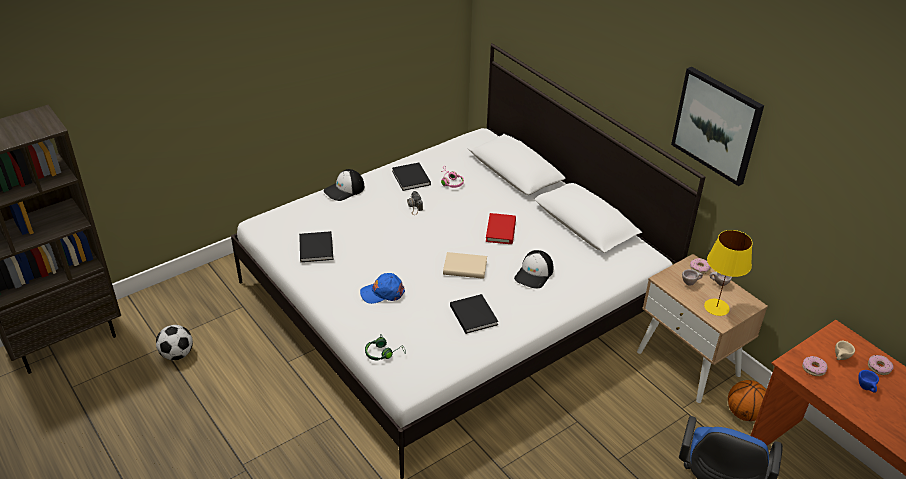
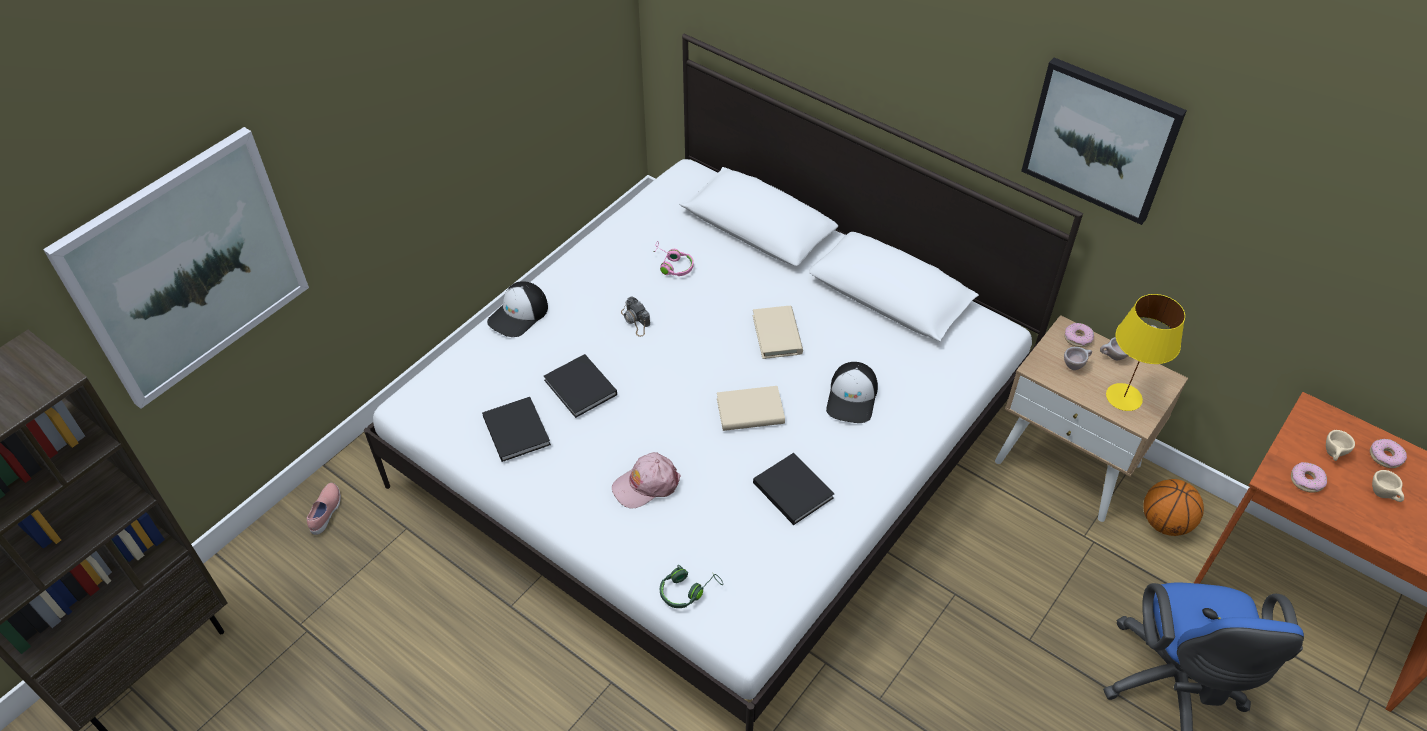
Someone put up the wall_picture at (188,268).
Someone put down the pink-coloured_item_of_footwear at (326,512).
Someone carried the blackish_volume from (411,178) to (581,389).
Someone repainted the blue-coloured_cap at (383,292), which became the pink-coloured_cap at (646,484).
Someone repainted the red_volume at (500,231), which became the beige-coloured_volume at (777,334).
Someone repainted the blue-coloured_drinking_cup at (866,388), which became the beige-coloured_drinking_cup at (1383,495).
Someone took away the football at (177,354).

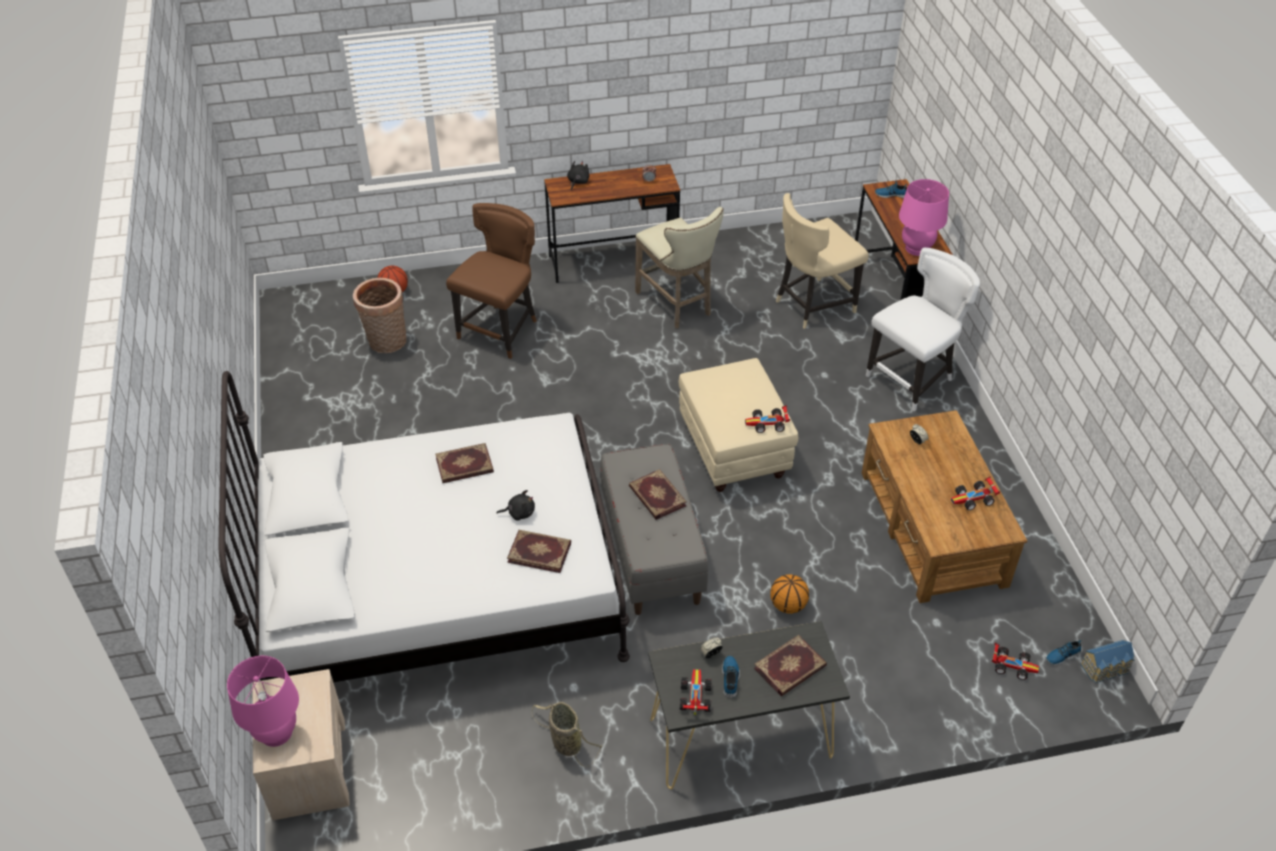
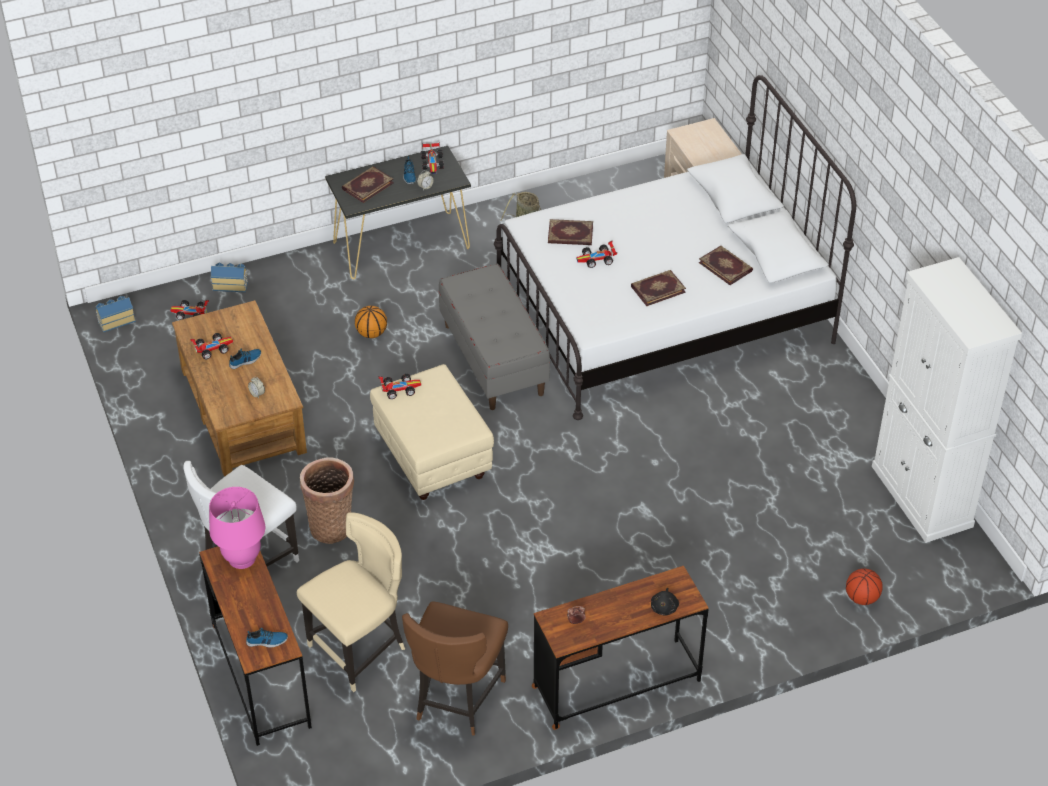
Someone put down the model_house at (230,284).
Someone carried the item_of_footwear from (1062,655) to (245,360).
Someone carried the storage_basket from (386,343) to (331,525).
Someone carried the brown-coloured_chair from (501,330) to (456,700).
Someone swapped the blackish_cuddly_toy at (519,512) for the miniature_car at (597,260).
Someone carried the volume from (656,496) to (726,266).
Someone put down the white_cupboard at (922,496).
Someone took away the pink-coloured_lamp_for_a_table at (276,732).
Someone took away the beige-coloured_stool at (677,305).

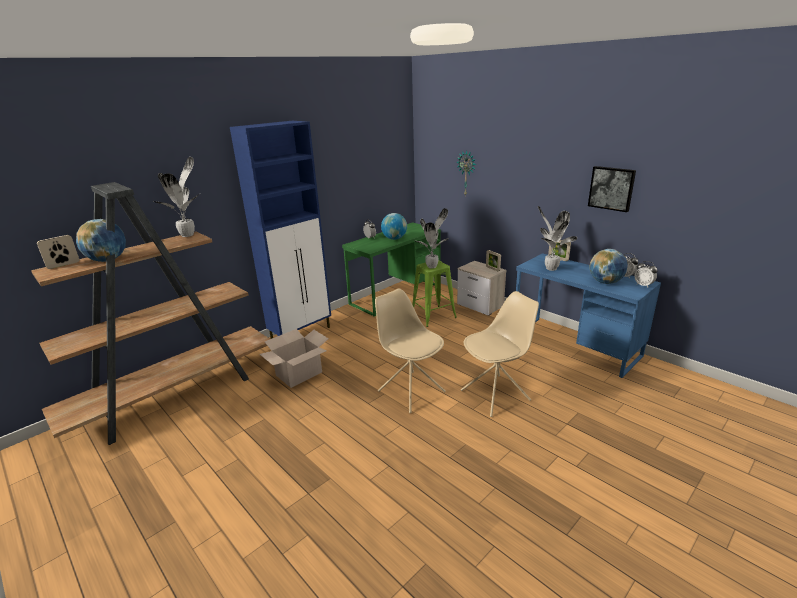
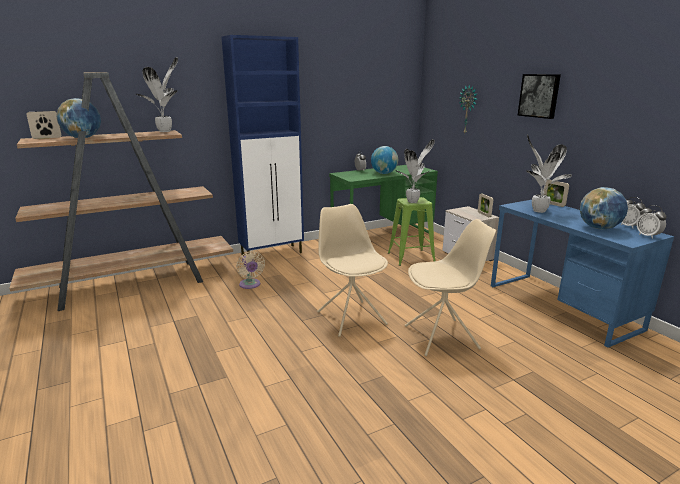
Someone swapped the cardboard_box at (299,374) for the beige-coloured_cooling_fan at (250,285).
Someone carried the wall_picture from (611,188) to (539,95).

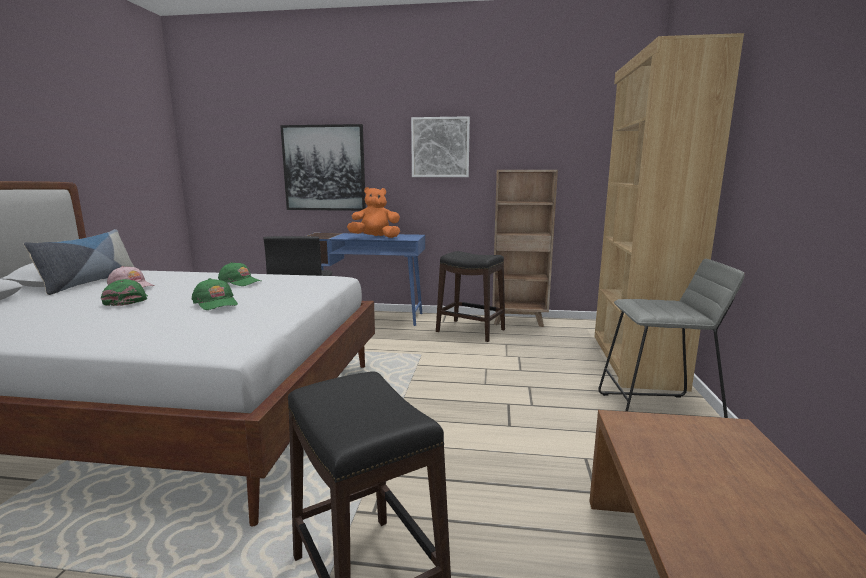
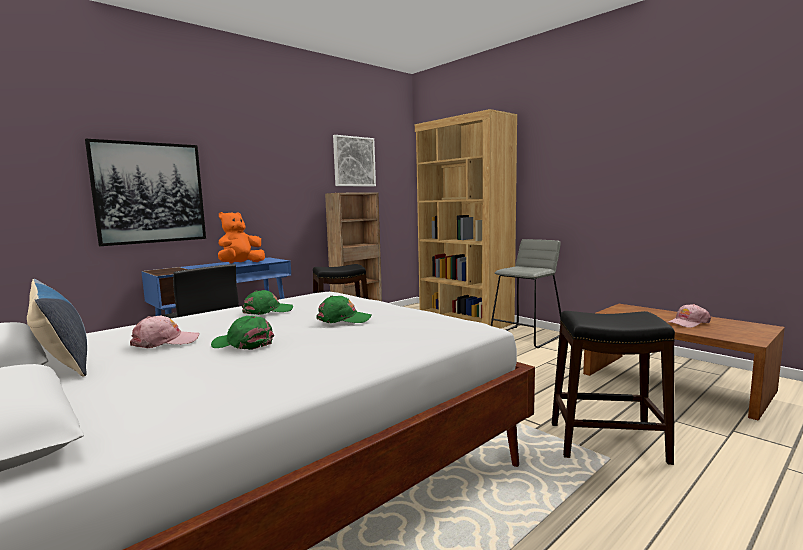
Someone carried the wall_picture from (440,147) to (354,161).
Someone put down the pink-coloured_cap at (688,323).

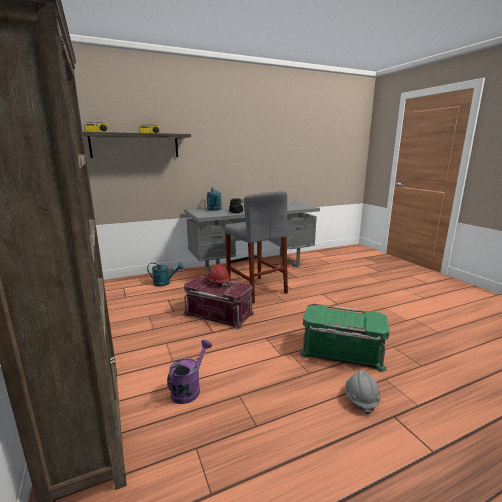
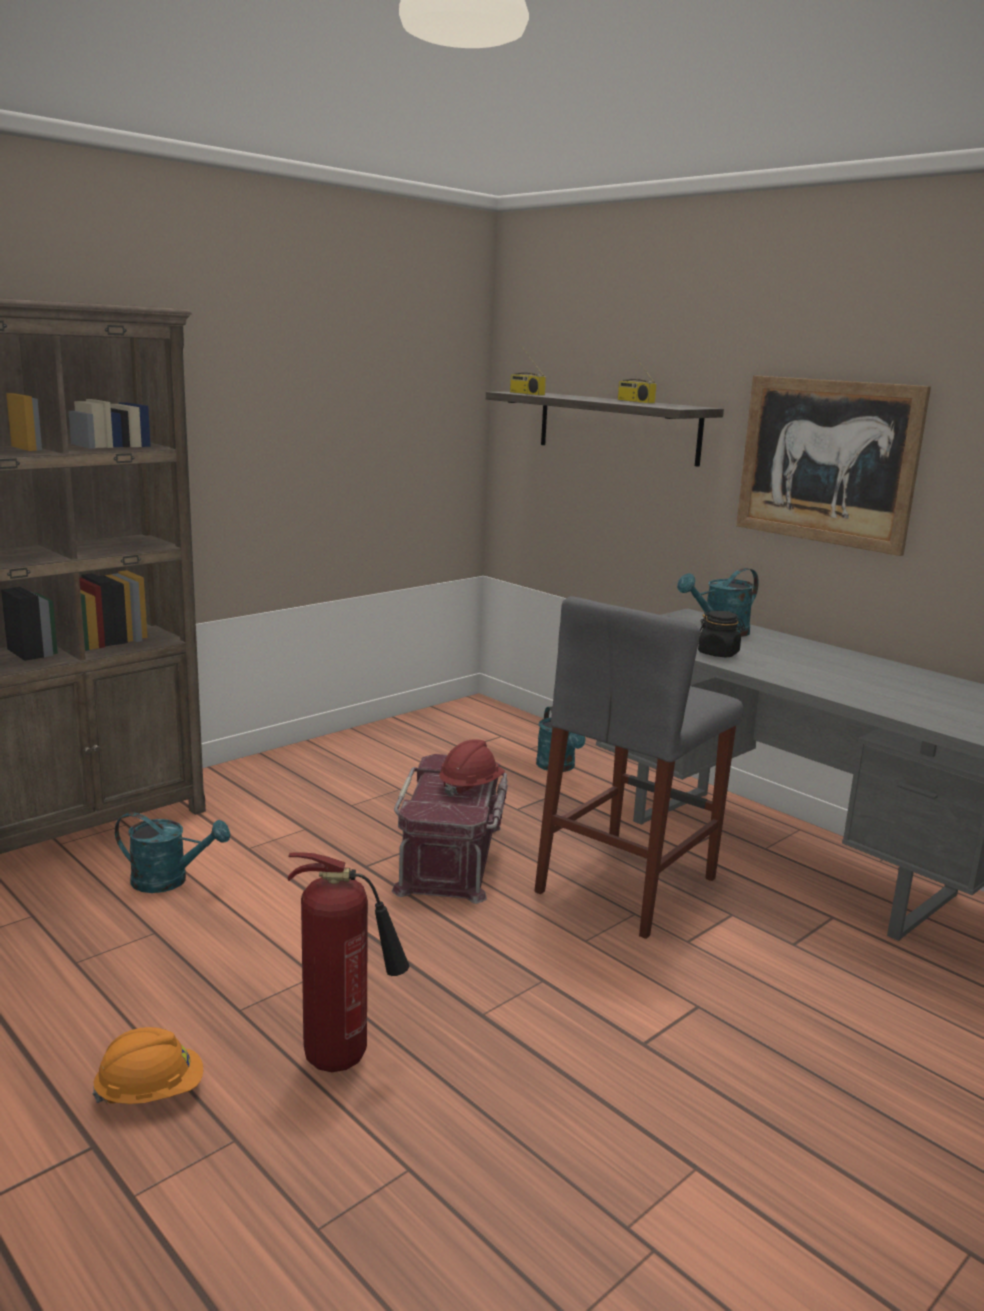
Someone repainted the greyish_work_helmet at (361,399), which became the orange-coloured_work_helmet at (151,1092).
Someone repainted the purple_watering_pot at (189,389), which became the blue-green_watering_pot at (169,881).
Someone swapped the greenish_storage_box at (341,352) for the fire_extinguisher at (344,1059).
Someone put up the wall_picture at (827,461).

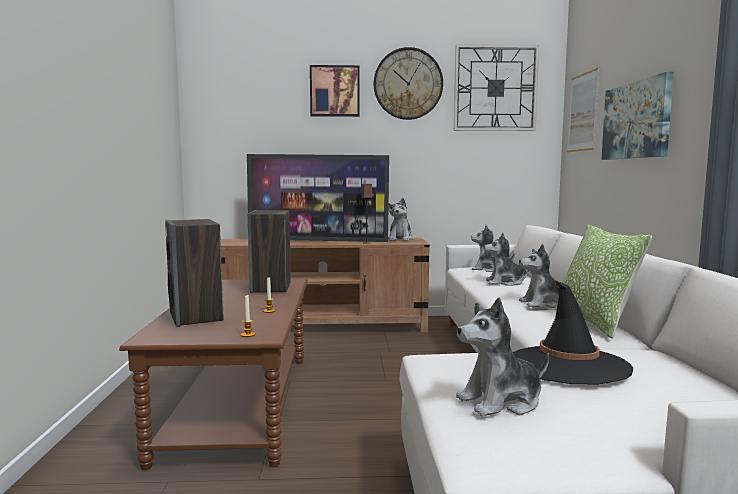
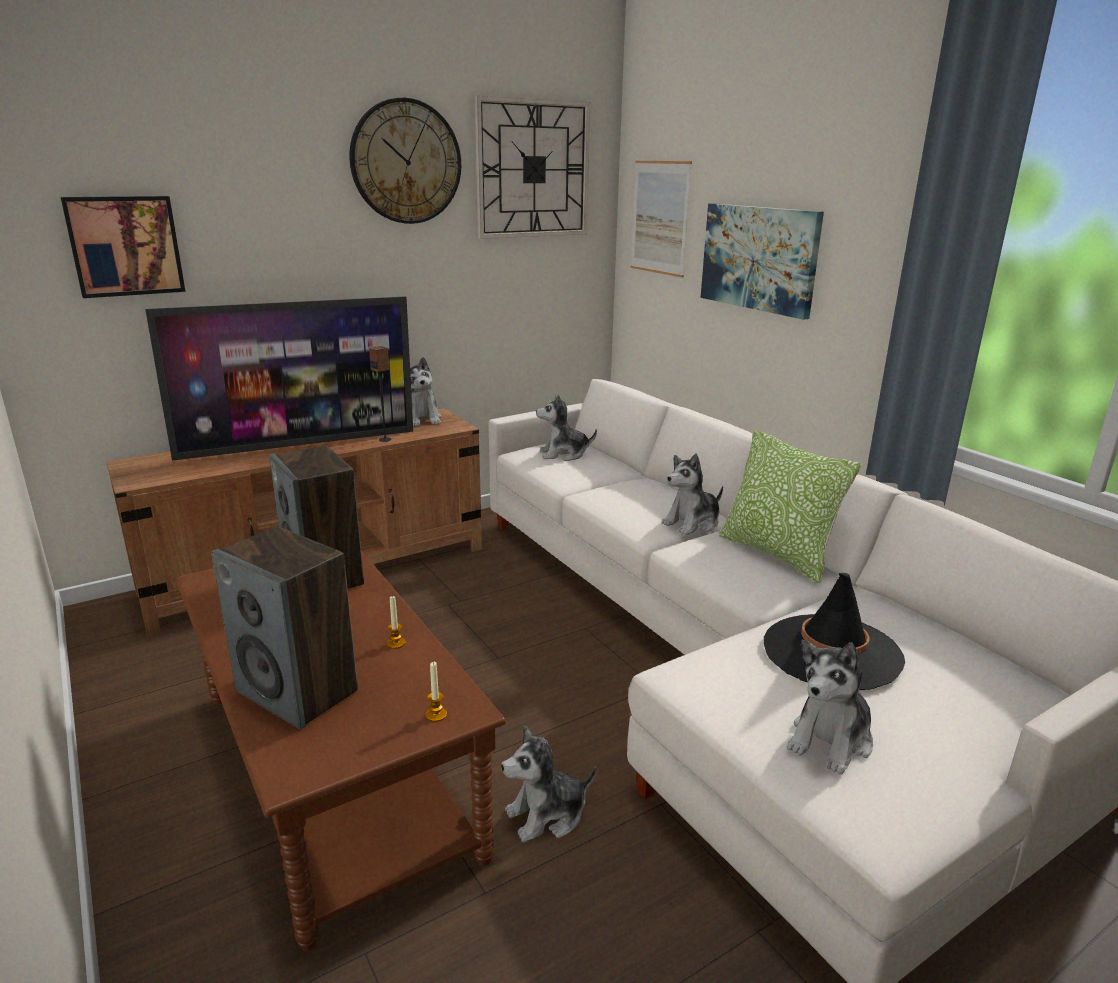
Someone carried the wall_picture from (334,91) to (125,246).
Someone carried the cuddly_toy from (505,283) to (547,815).

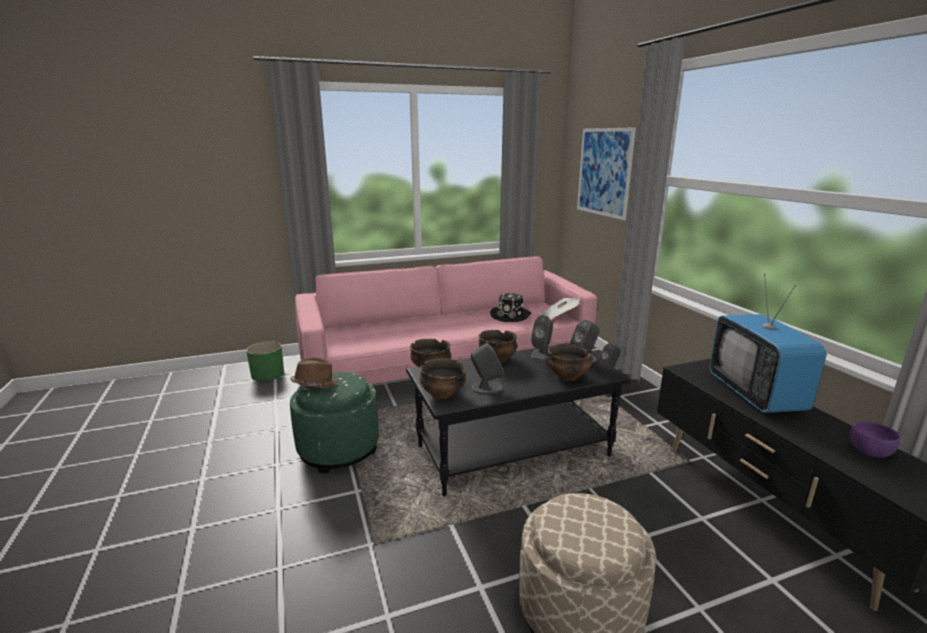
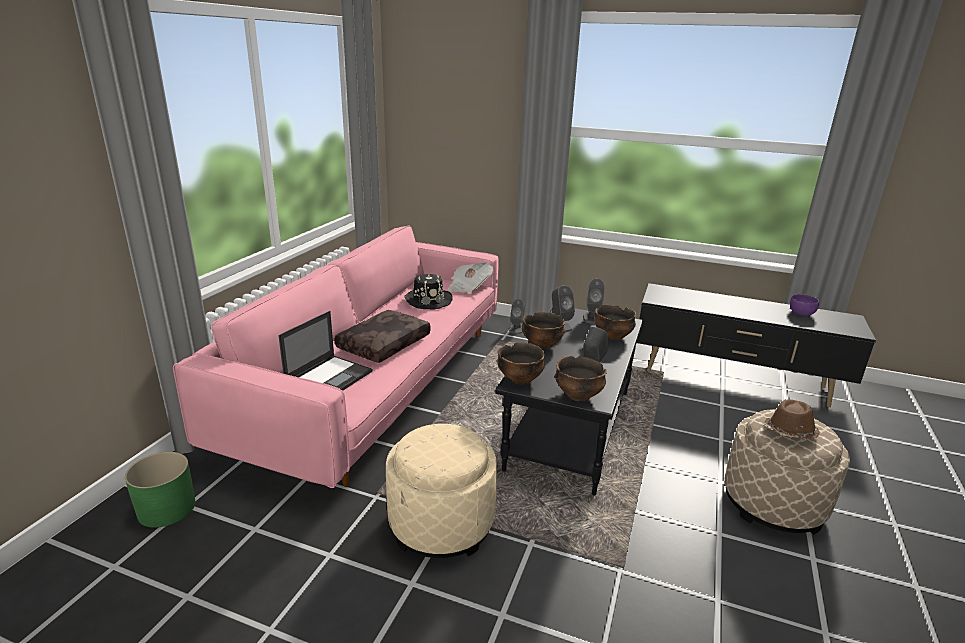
Someone put down the laptop at (329,377).
Someone put down the brown-coloured_pillow at (383,344).
Someone repainted the greenish_footrest at (338,449), which became the beige-coloured_footrest at (441,524).
Someone carried the brown-coloured_hat from (315,384) to (789,432).
Someone took away the wall_picture at (604,172).
Someone took away the TV_set at (755,394).

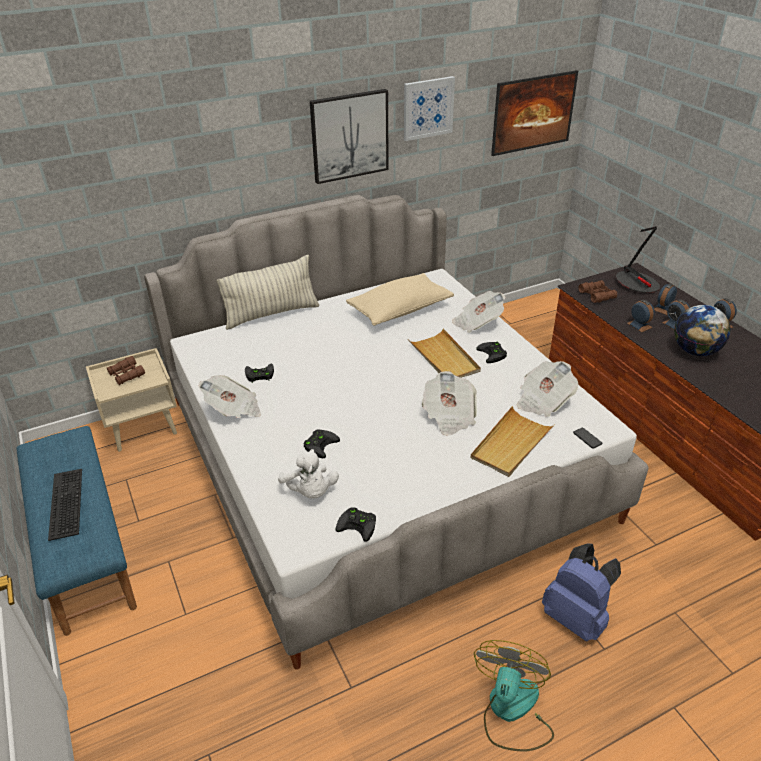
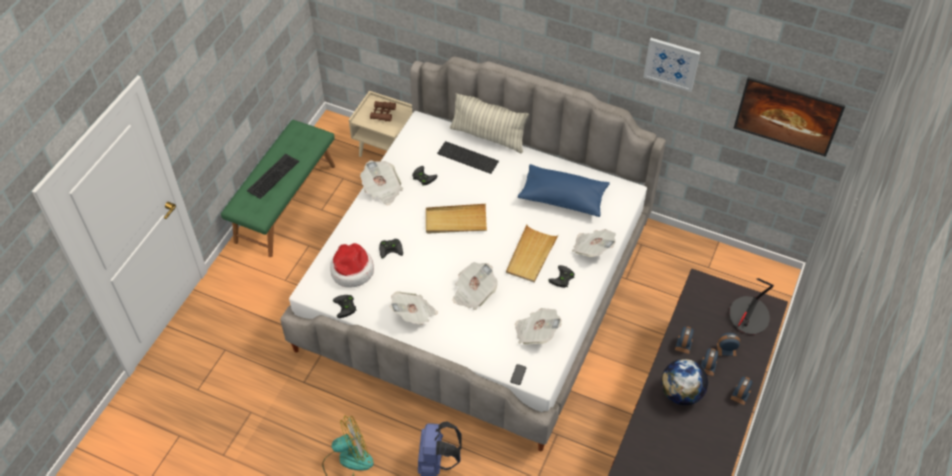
Someone repainted the blue-coloured_bench at (84,547), which became the greenish_bench at (285,203).
Someone swapped the white_cuddly_toy at (310,492) for the hat at (351,270).
Someone put down the newspaper at (414,314).
Someone carried the beige-coloured_serving_tray from (511,444) to (455,221).
Someone put down the keyboard at (469,157).
Someone repainted the beige-coloured_pillow at (400,310), which became the blue-coloured_pillow at (563,198).
Someone took away the wall_picture at (349,136).
Someone took away the brown-coloured_binoculars at (597,295).

